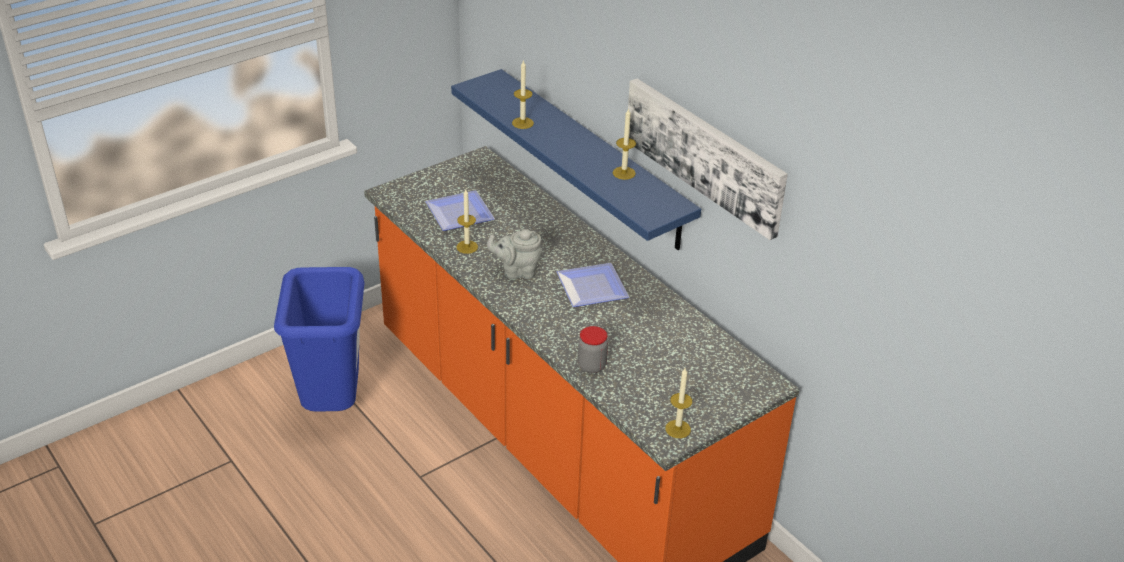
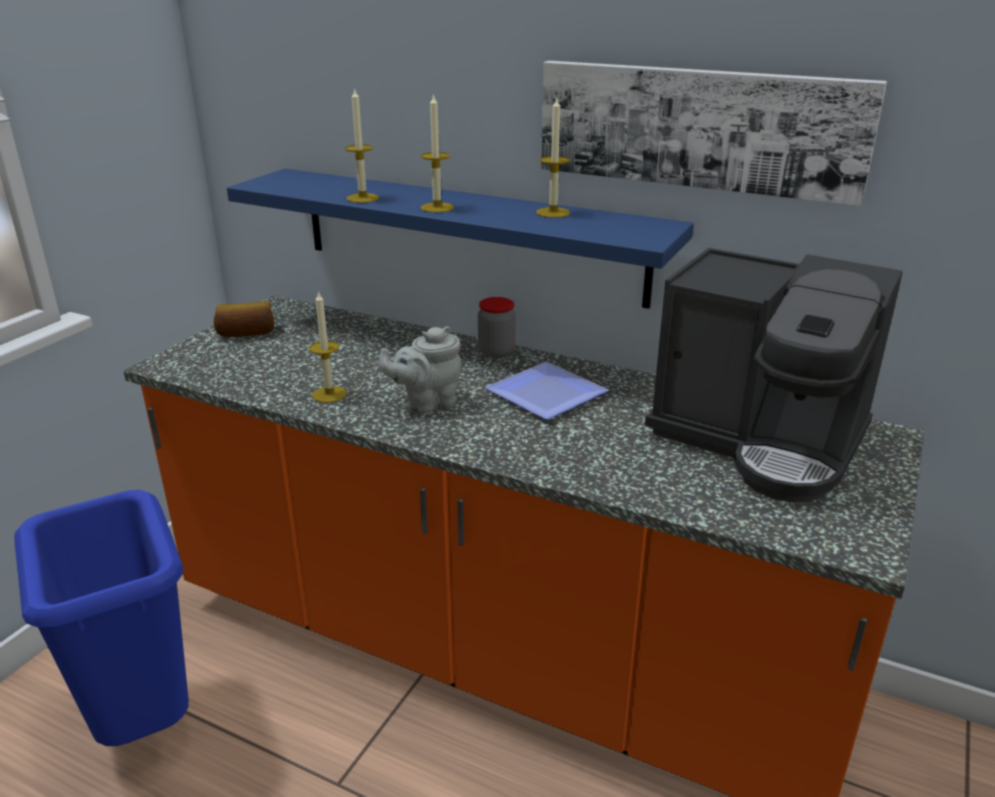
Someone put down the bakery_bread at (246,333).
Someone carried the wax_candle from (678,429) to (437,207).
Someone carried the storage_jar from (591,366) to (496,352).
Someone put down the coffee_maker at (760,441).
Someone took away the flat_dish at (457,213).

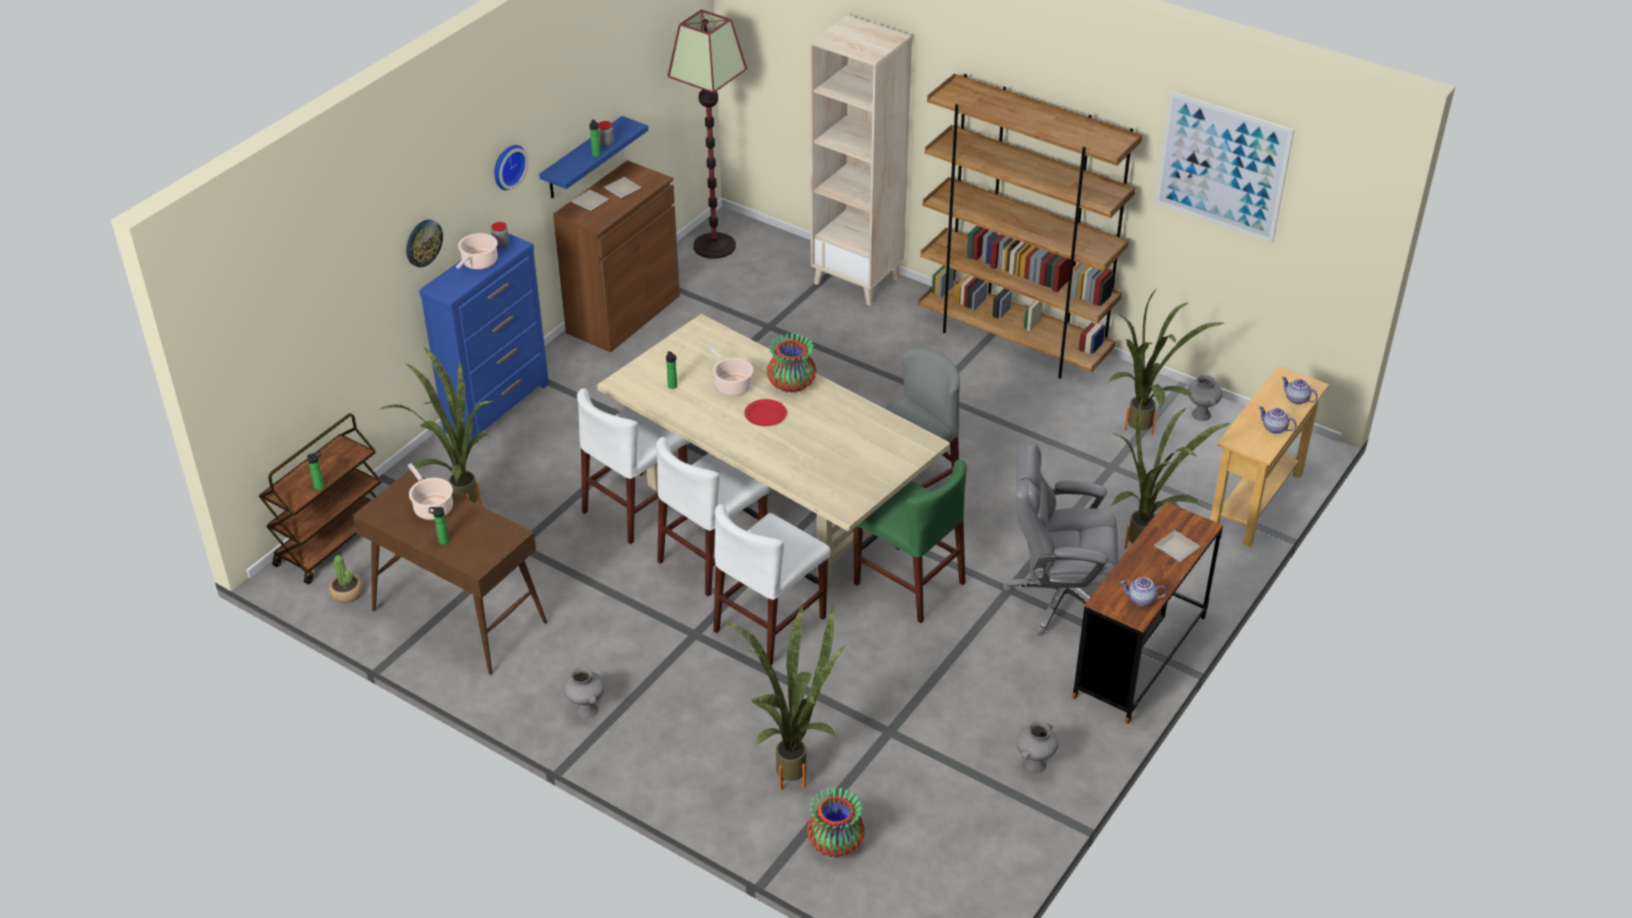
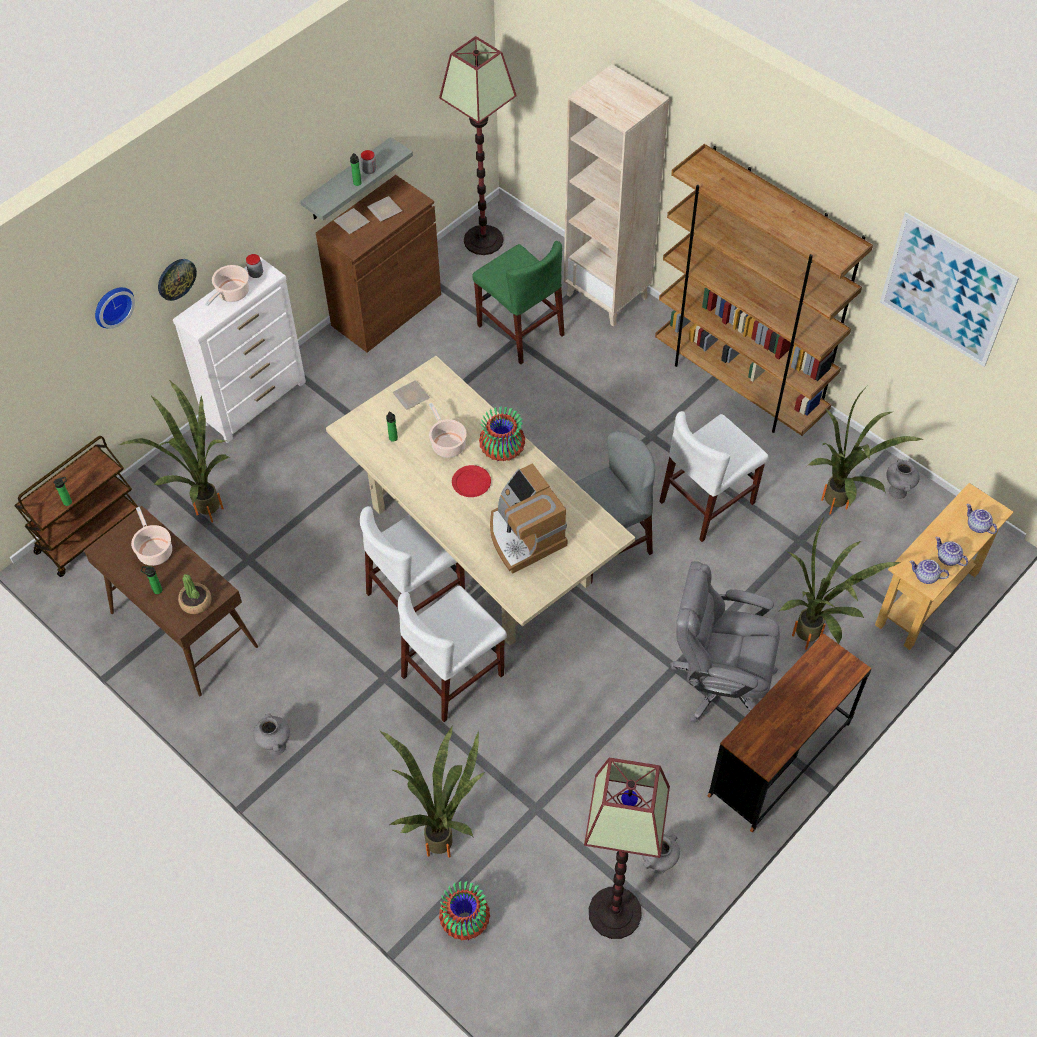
Someone carried the hanging_clock from (507,166) to (112,305).
Someone repainted the blue-coloured_drawer_chest at (497,407), which became the white_drawer_chest at (256,402).
Someone carried the plant_in_a_pot from (347,592) to (196,602).
Someone repainted the blue-coloured_shelf at (582,159), which became the greyish_shelf at (347,180).
Someone carried the flat_dish from (1177,549) to (410,397).
Someone carried the greenish_chair from (909,583) to (520,330).
Someone put down the coffee_maker at (524,535).
Someone put down the floor_lamp at (614,913).
Someone carried the white_chair from (635,507) to (707,502).
Someone carried the tea_pot from (1141,600) to (925,577).

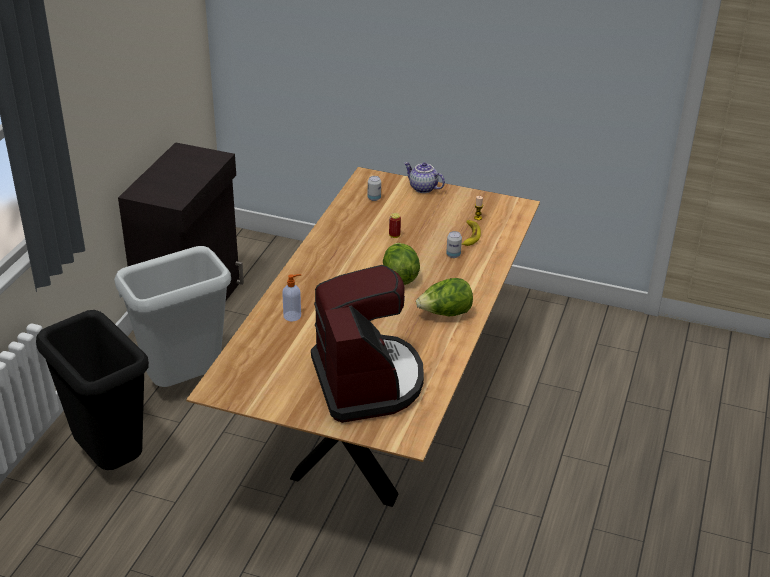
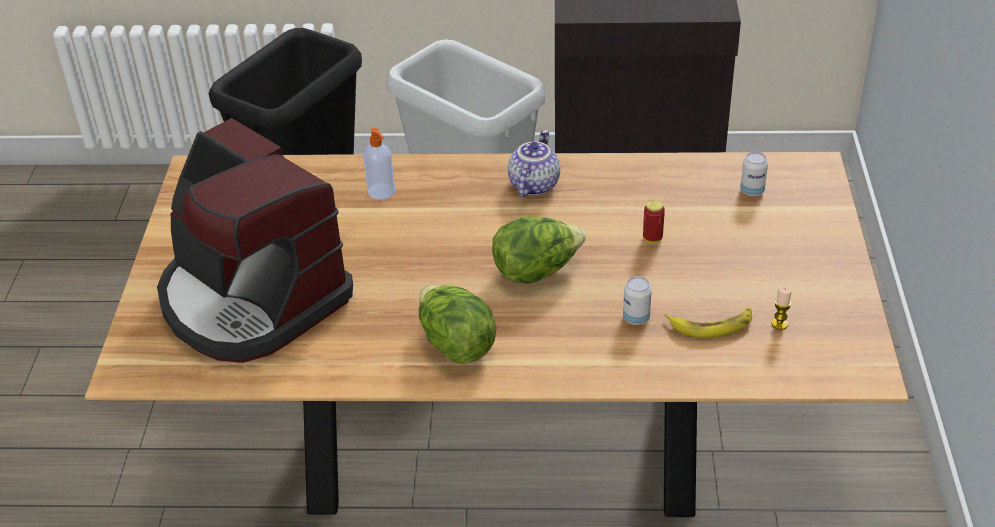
Someone rotated the coffee_maker at (367,381) by 75 degrees clockwise.
Someone carried the tea_pot from (422,188) to (533,184).

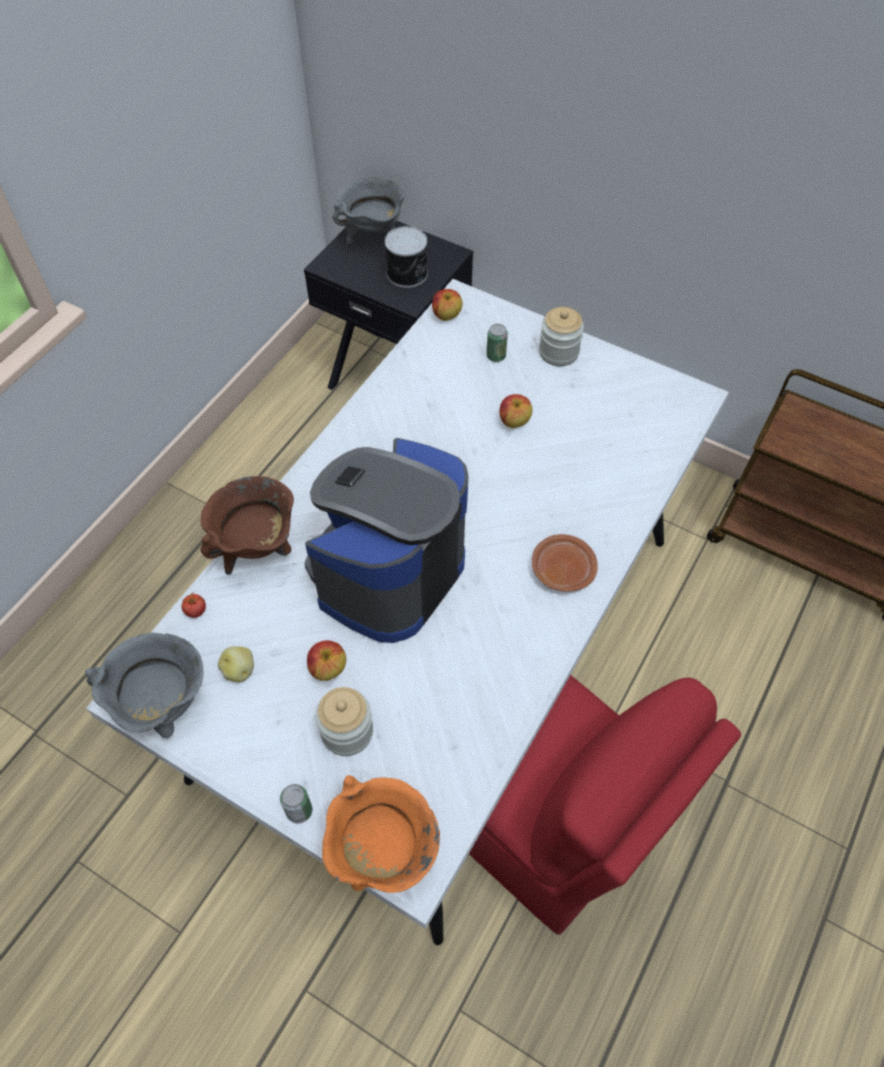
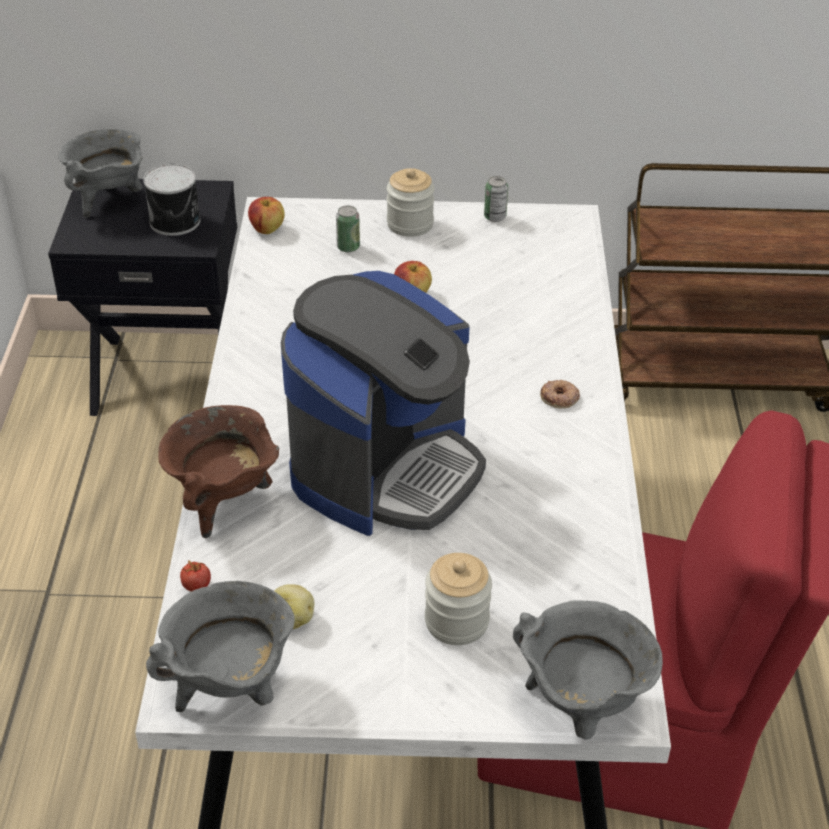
Someone rotated the coffee_maker at (387,573) by 150 degrees counterclockwise.
Someone carried the sealed_can from (299,811) to (495,217).
Someone repainted the orange-coloured_stockpot at (383,853), which became the greyish_stockpot at (580,707).
Someone swapped the brown-coloured_flat_dish at (562,569) for the donut at (559,398).
Someone took away the apple_fruit at (328,668).

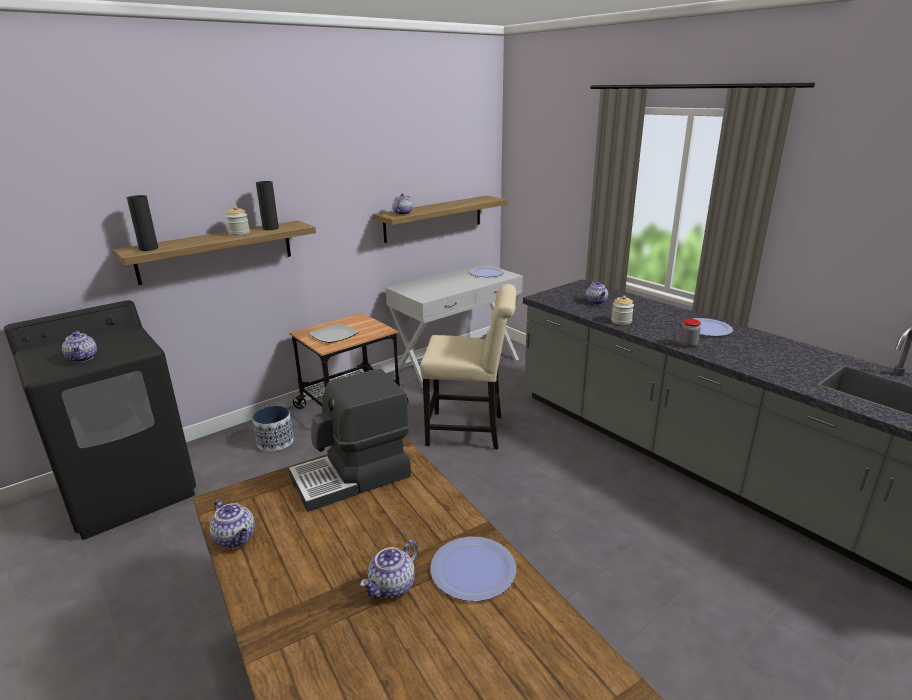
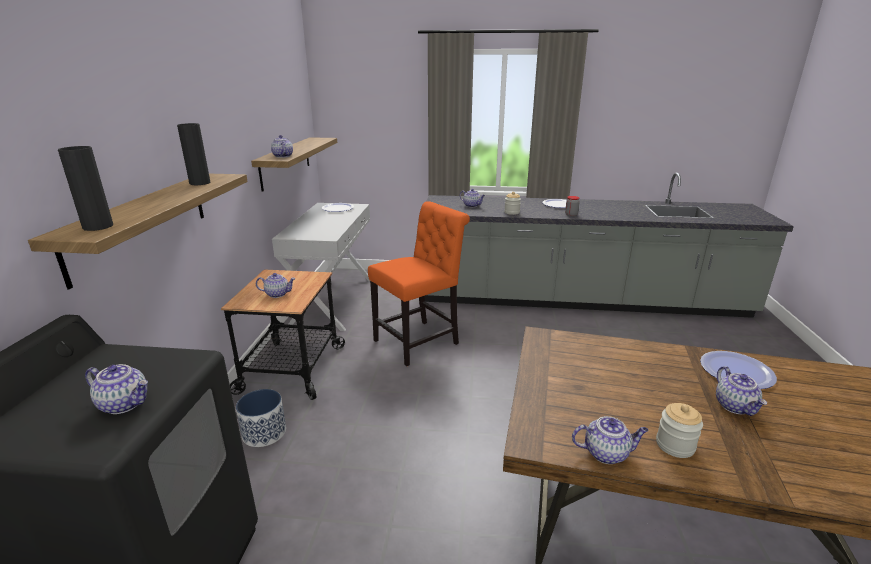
Someone swapped the flat_dish at (334,335) for the tea_pot at (277,294).
Someone repainted the beige-coloured_chair at (470,431), which became the orange-coloured_chair at (420,341).
Someone carried the storage_jar from (239,233) to (675,445).
Someone took away the coffee_maker at (352,477).

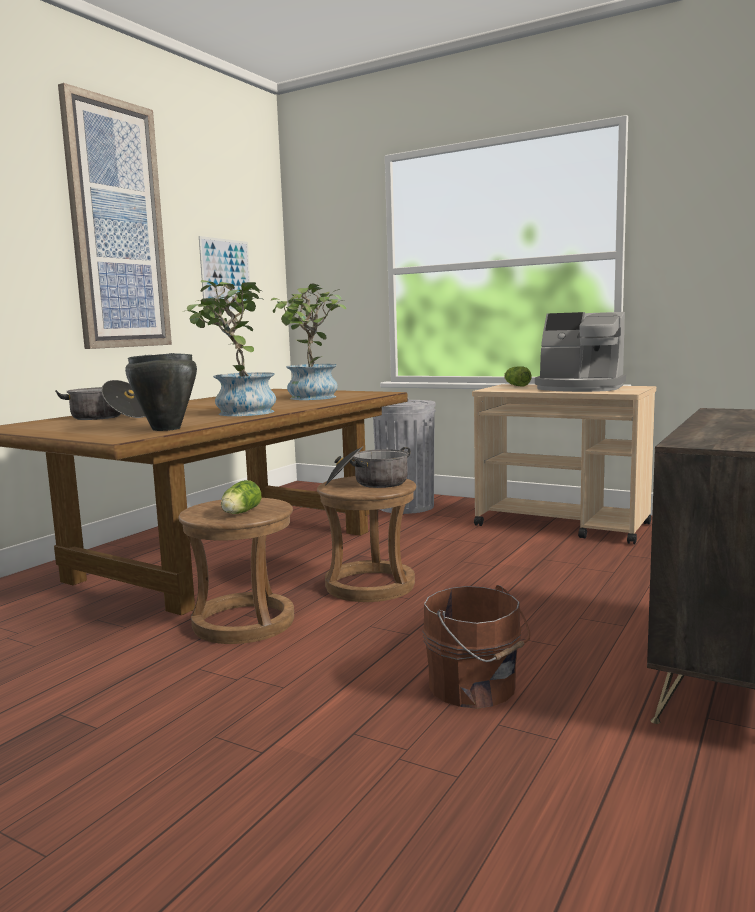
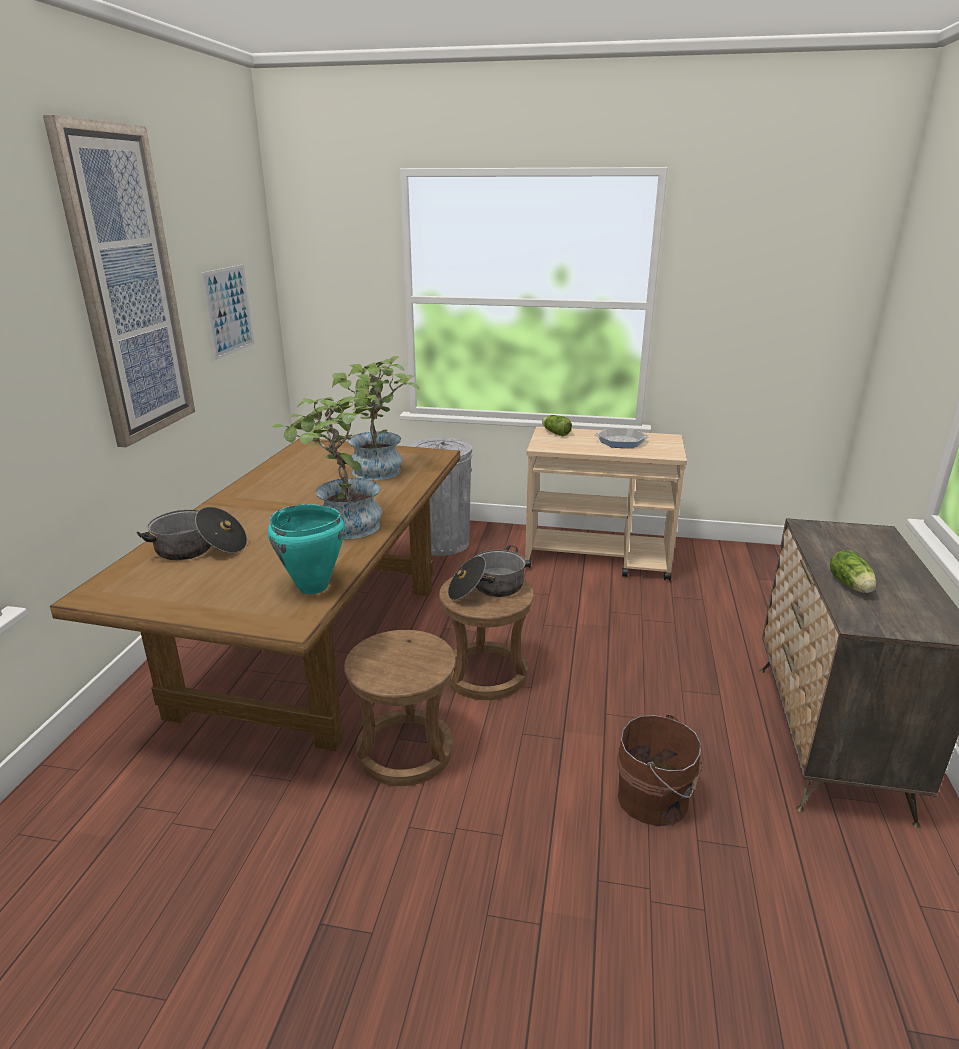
Someone repainted the blackish_stockpot at (166,429), which became the blue-green_stockpot at (313,587).
Someone swapped the coffee_maker at (579,388) for the pan at (621,442).
Someone carried the lettuce_head from (239,513) to (851,586).

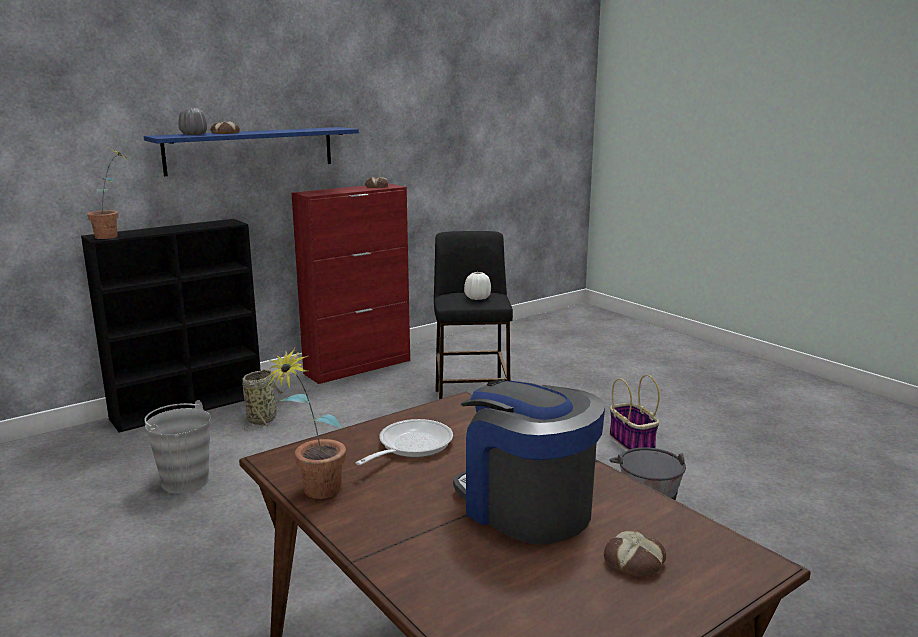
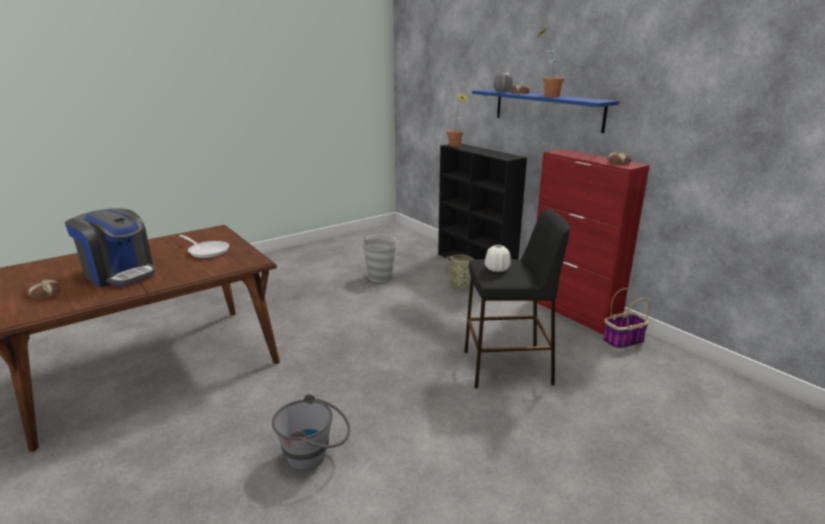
Someone rotated the coffee_maker at (525,506) by 75 degrees clockwise.
Someone carried the plant_in_a_pot from (314,494) to (547,96).
Someone carried the storage_basket from (632,442) to (622,341).

